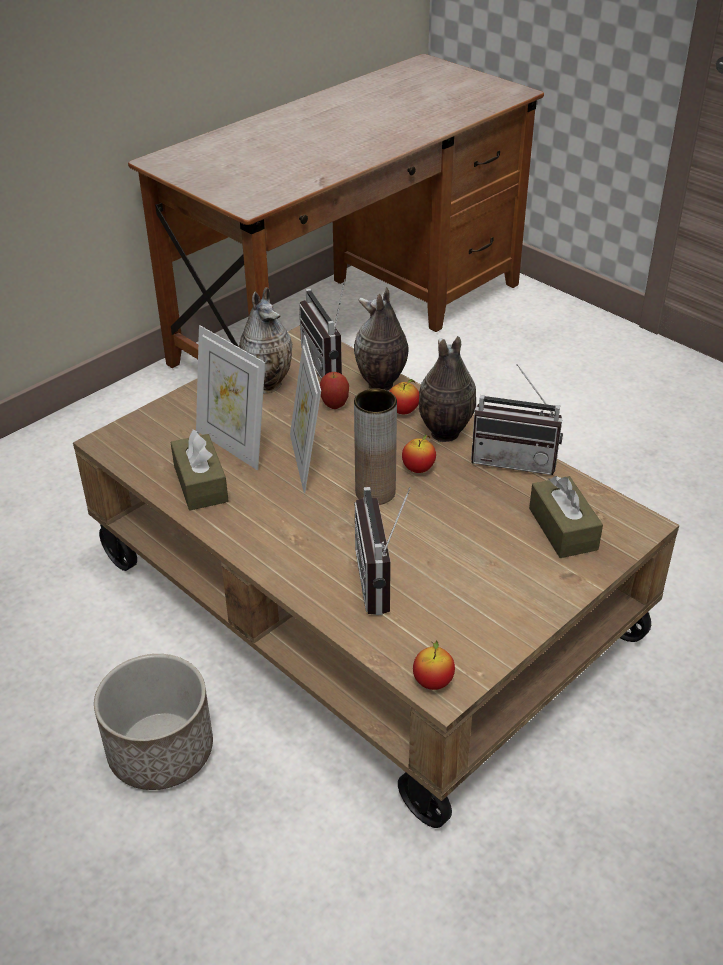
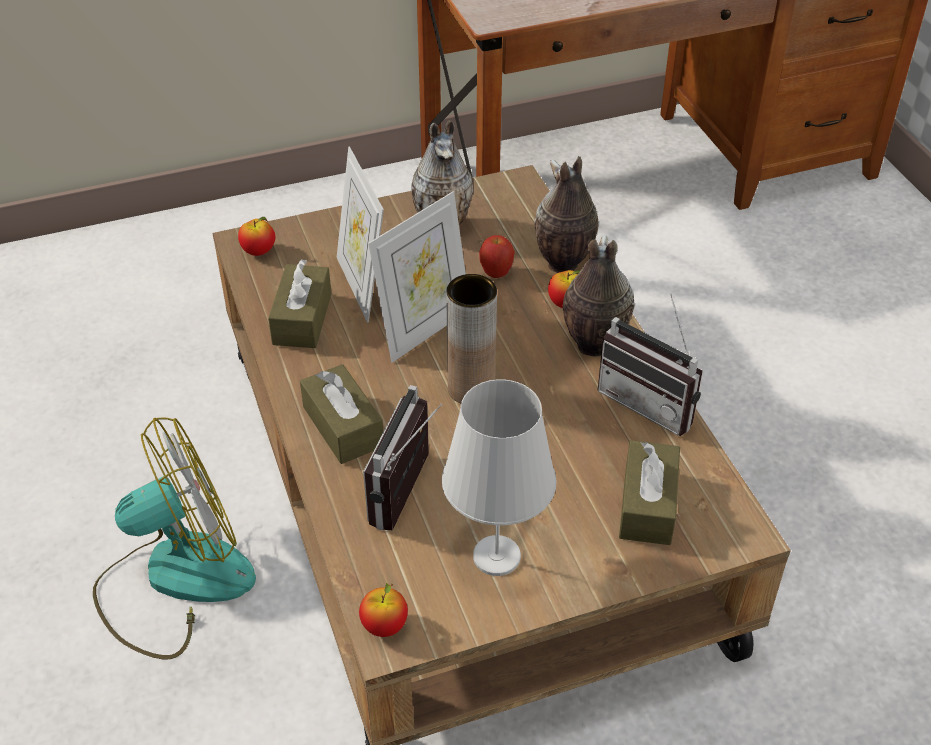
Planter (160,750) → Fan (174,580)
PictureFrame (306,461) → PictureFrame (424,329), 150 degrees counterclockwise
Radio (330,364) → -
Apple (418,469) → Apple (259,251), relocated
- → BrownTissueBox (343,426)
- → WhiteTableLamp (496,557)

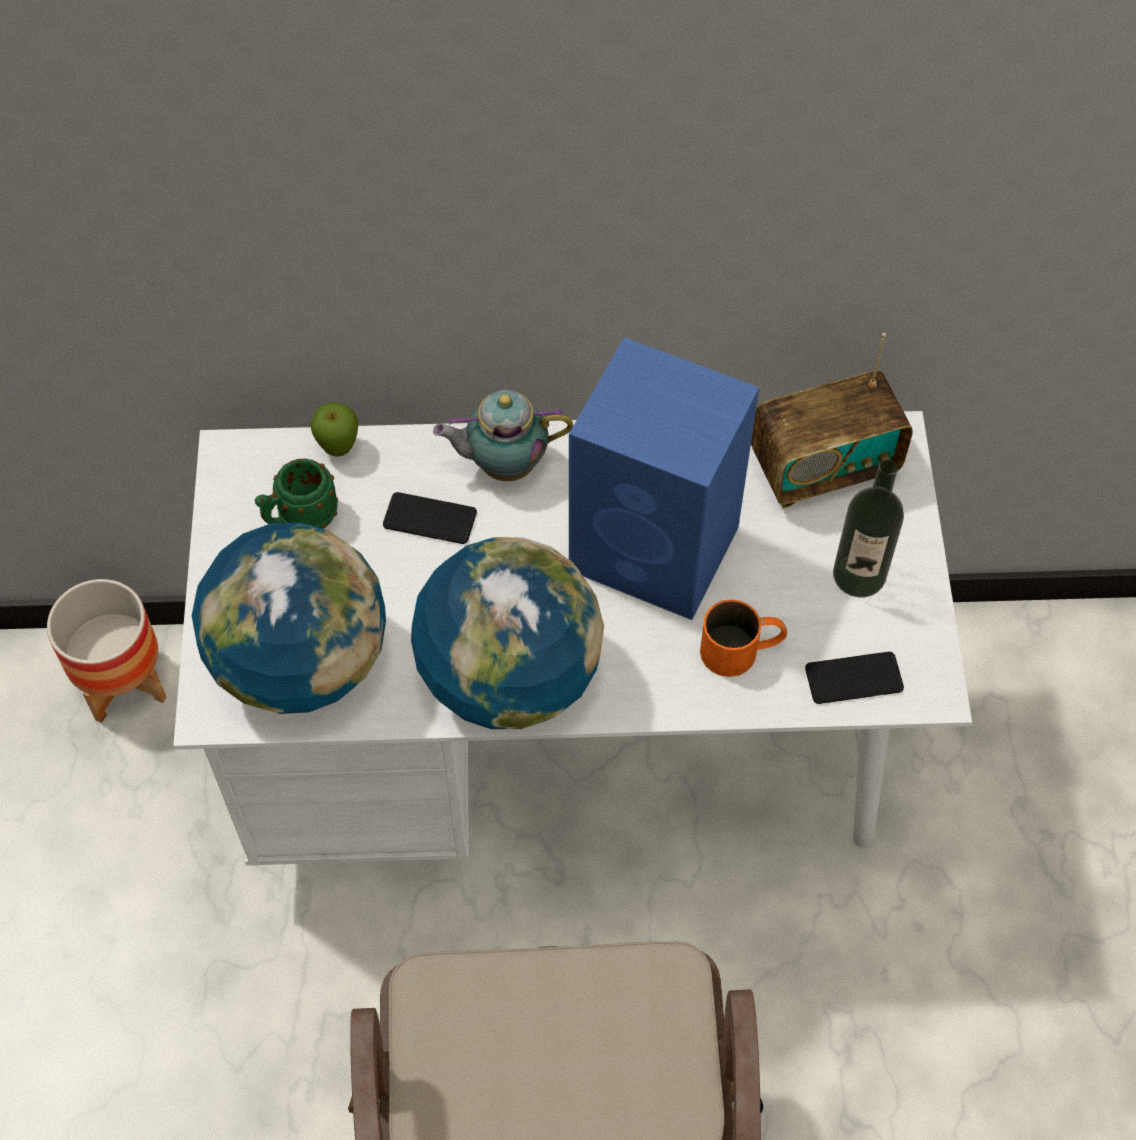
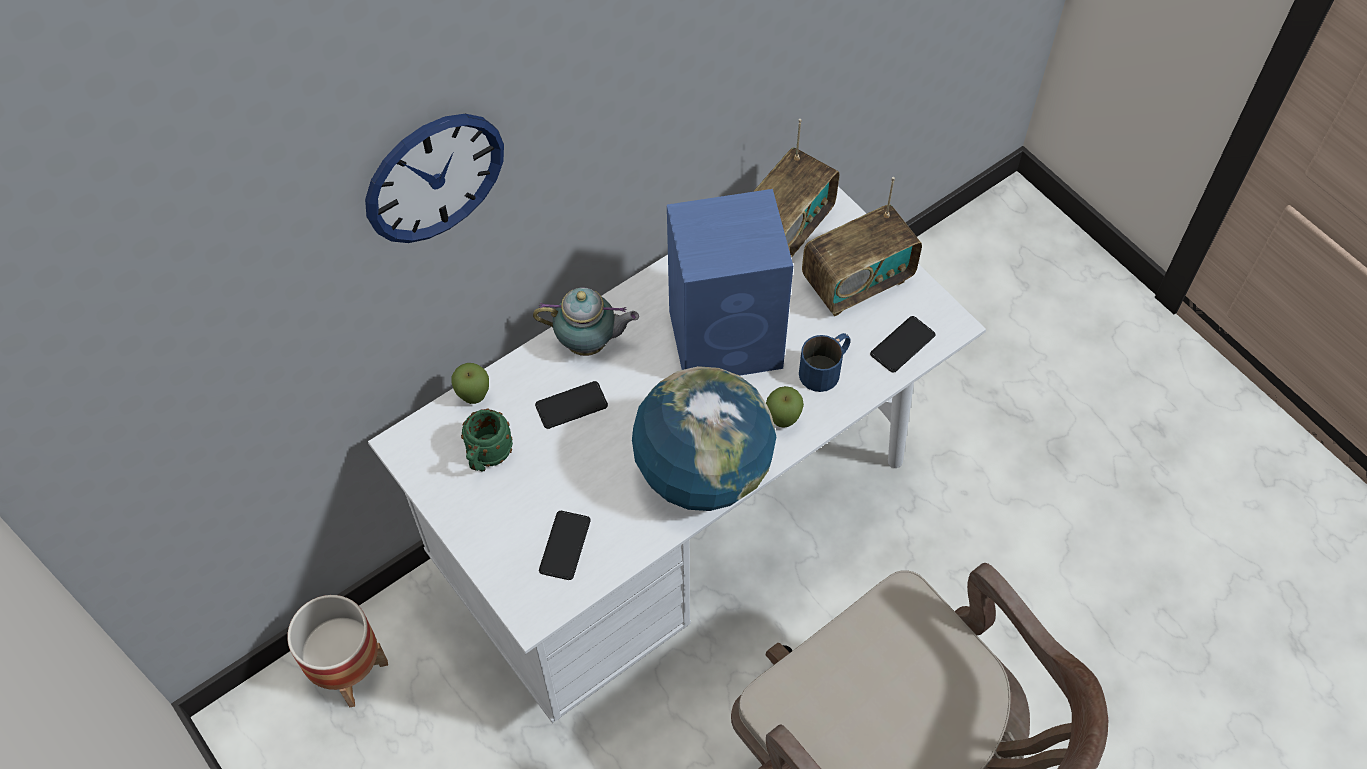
Globe (302,662) → Phone (565,545)
Teapot (503,465) → Teapot (590,343), 135 degrees counterclockwise
OrangeMug (742,649) → BlueMug (826,367)
Bottle (859,575) → Radio (857,282)
- → WallClock (434,178)
- → Apple (783,421)

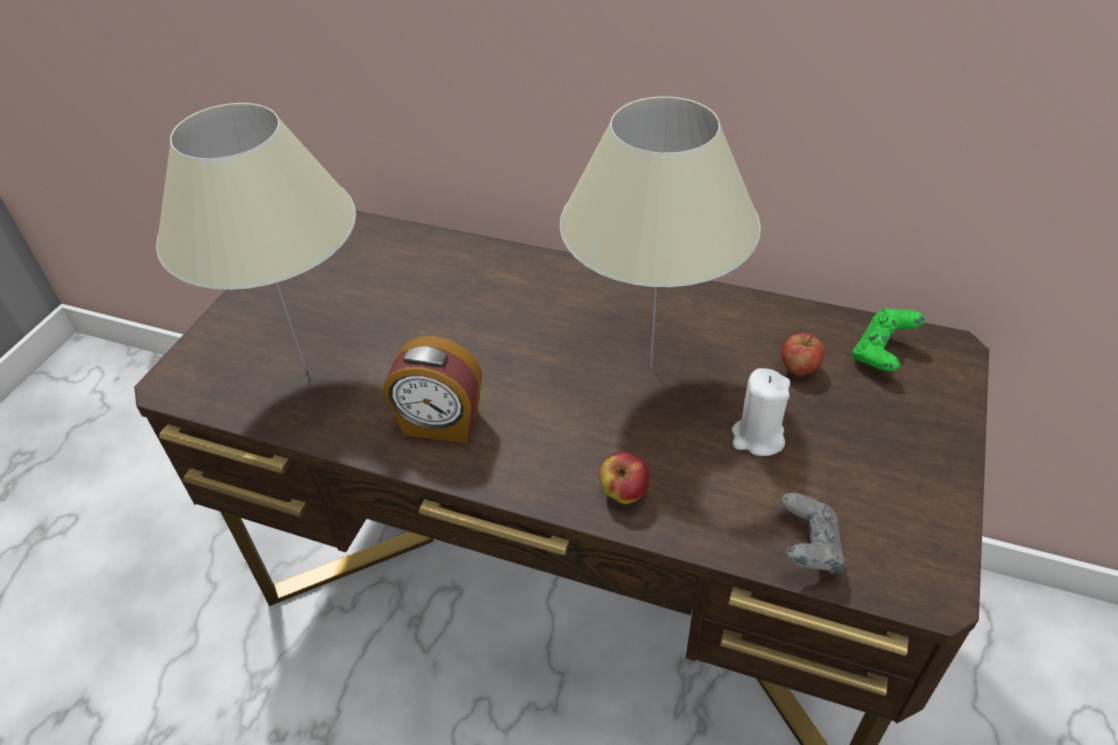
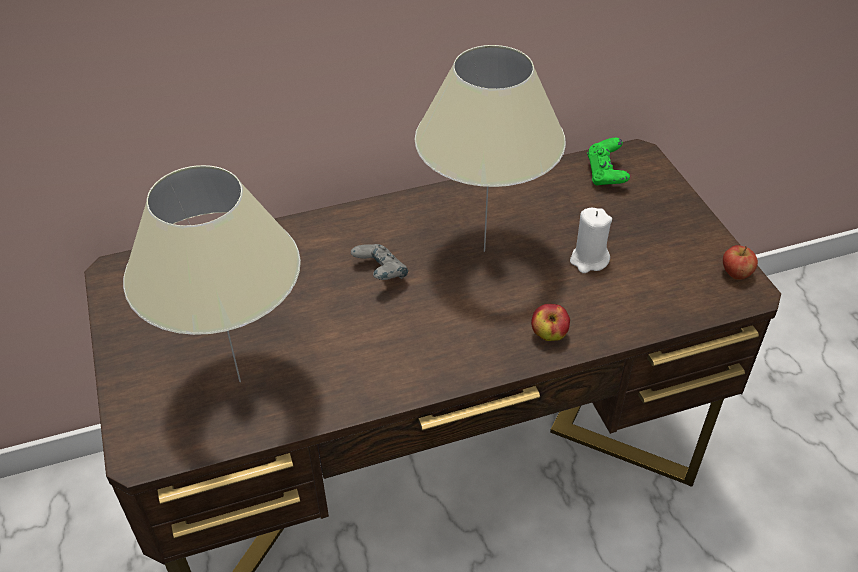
AlarmClock (440,424) → -
Apple (798,368) → Apple (735,274), relocated
GreyGameController (808,548) → GreyGameController (380,274), relocated

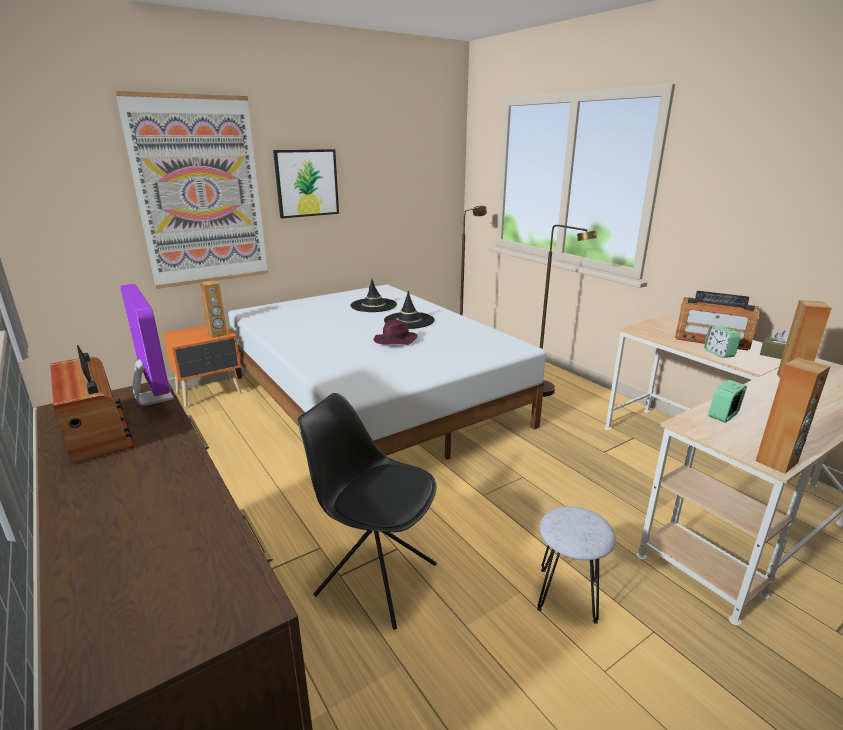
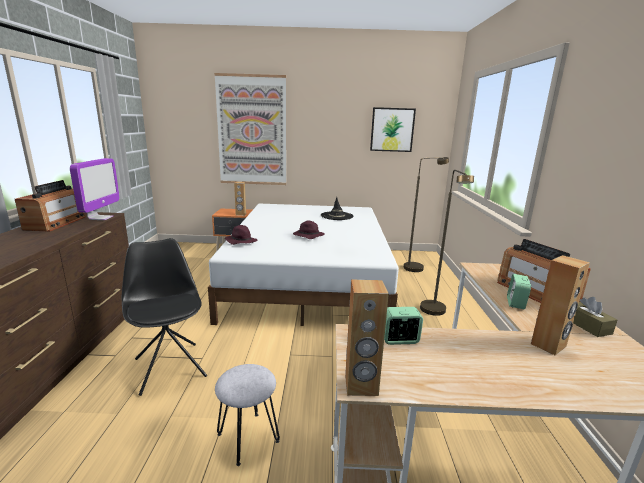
Picture (307,183) → Picture (392,130), relocated
BlackHat (409,321) → -
- → PurpleHat (241,241)

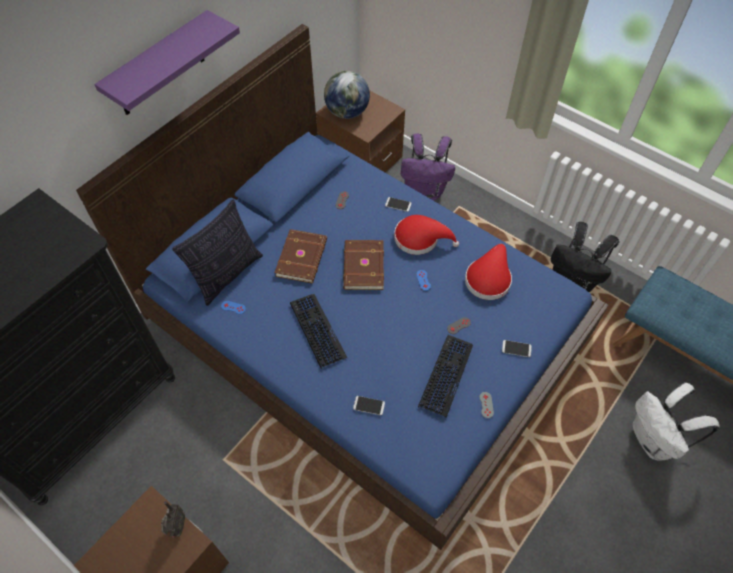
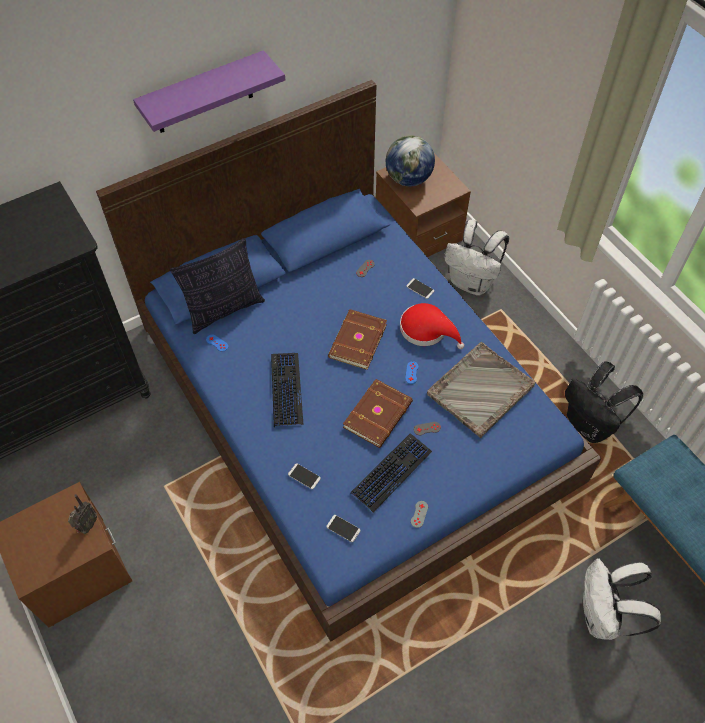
BrownBook (303,258) → BrownBook (379,415), relocated
PurpleBackpack (425,191) → WhiteBackpack (472,283)
RedHat (488,278) → GreyTray (479,390)
Phone (516,348) → Phone (343,528), relocated

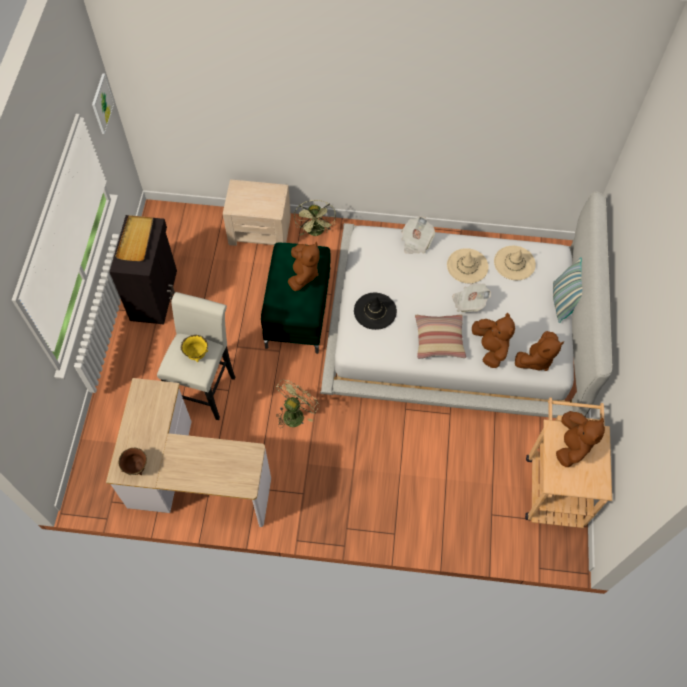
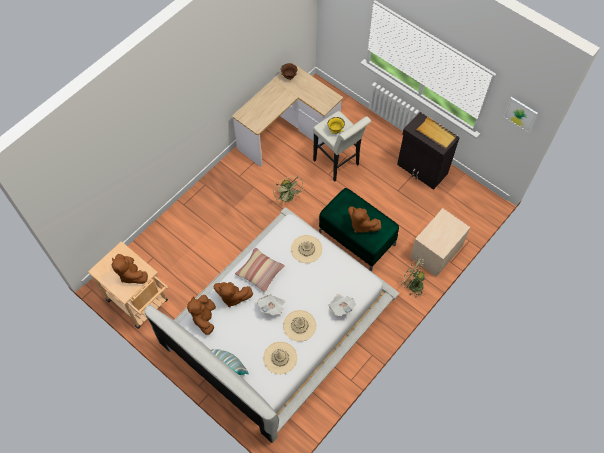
BlackHat (375,311) → BeigeHat (306,249)

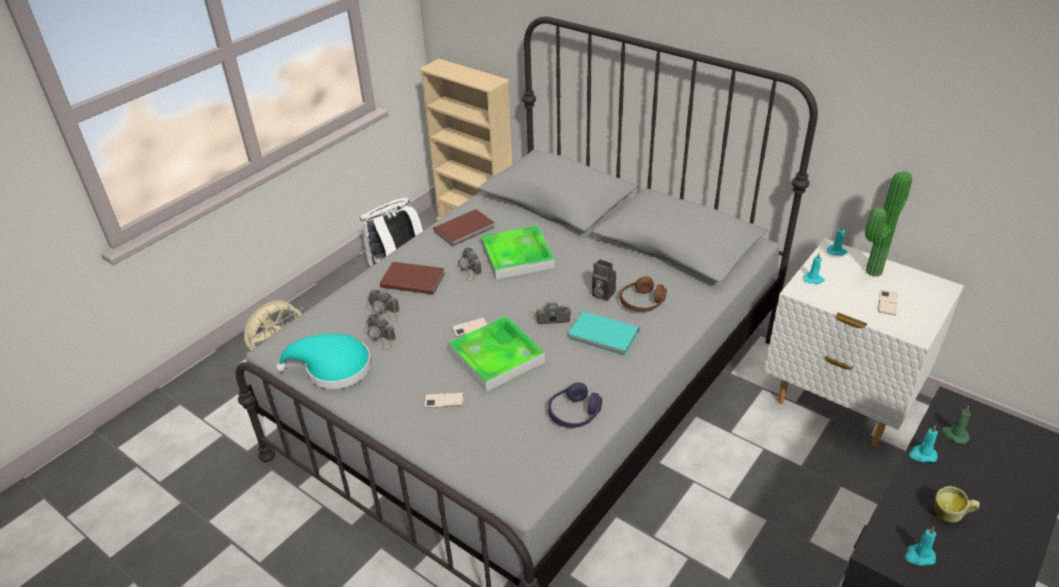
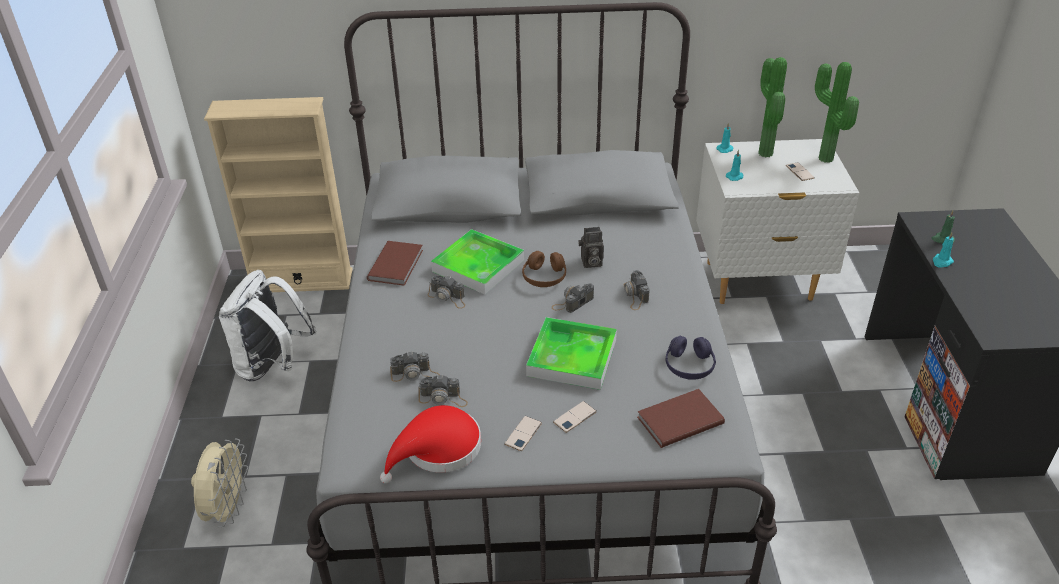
TurquoiseHat (333,369) → RedHat (437,450)
BrownBook (412,279) → BrownBook (678,420), relocated
Phone (470,327) → Phone (523,433), relocated
TurquoiseBook (603,336) → PhotoCamera (635,295)
BrownHeadphones (642,302) → BrownHeadphones (544,277), relocated
TurquoiseCandle (919,556) → -
Mug (950,516) → -
- → PottedPlant (823,159)

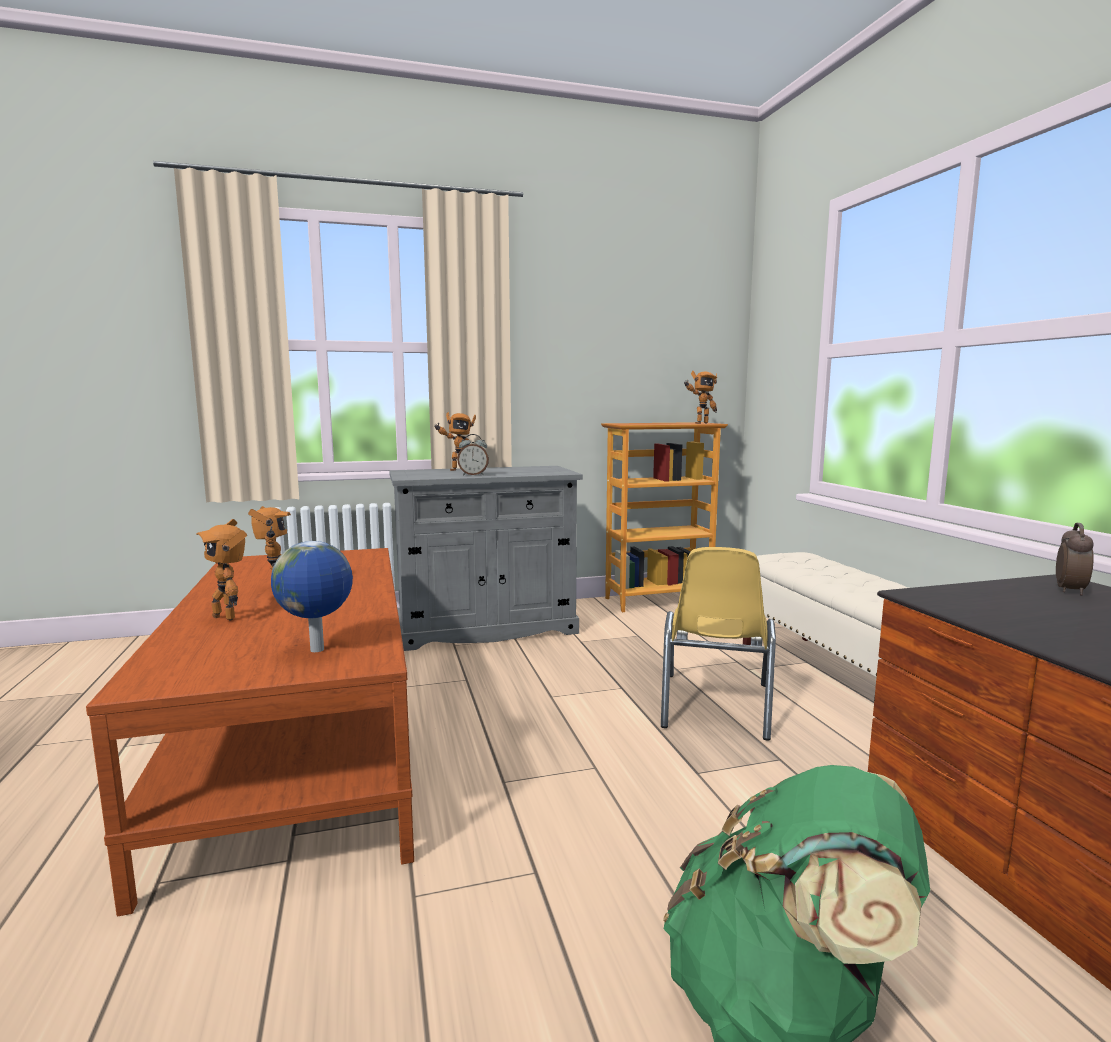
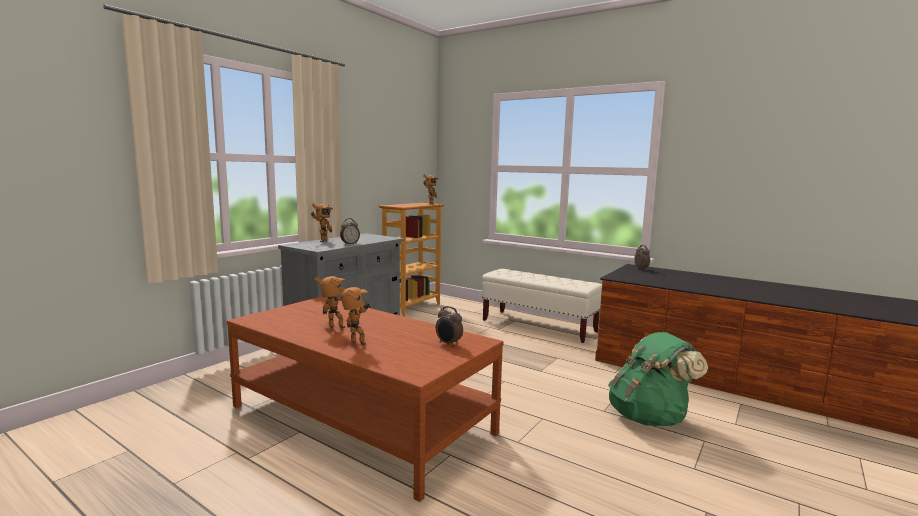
ToyRobot (227,616) → ToyRobot (356,343), 135 degrees counterclockwise
Globe (318,650) → AlarmClock (448,344)
YellowChair (714,705) → -

